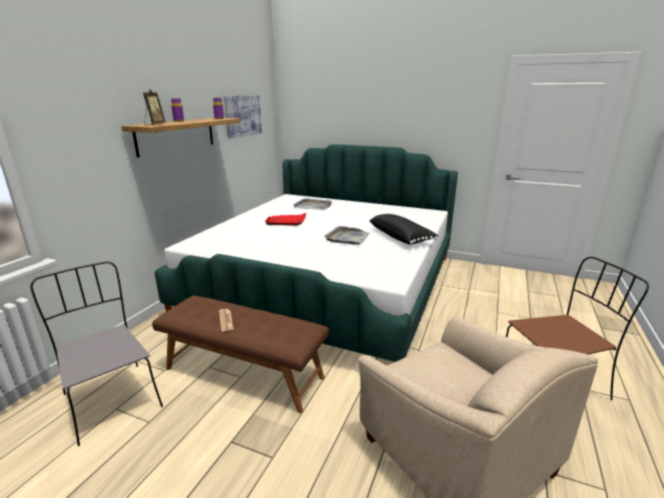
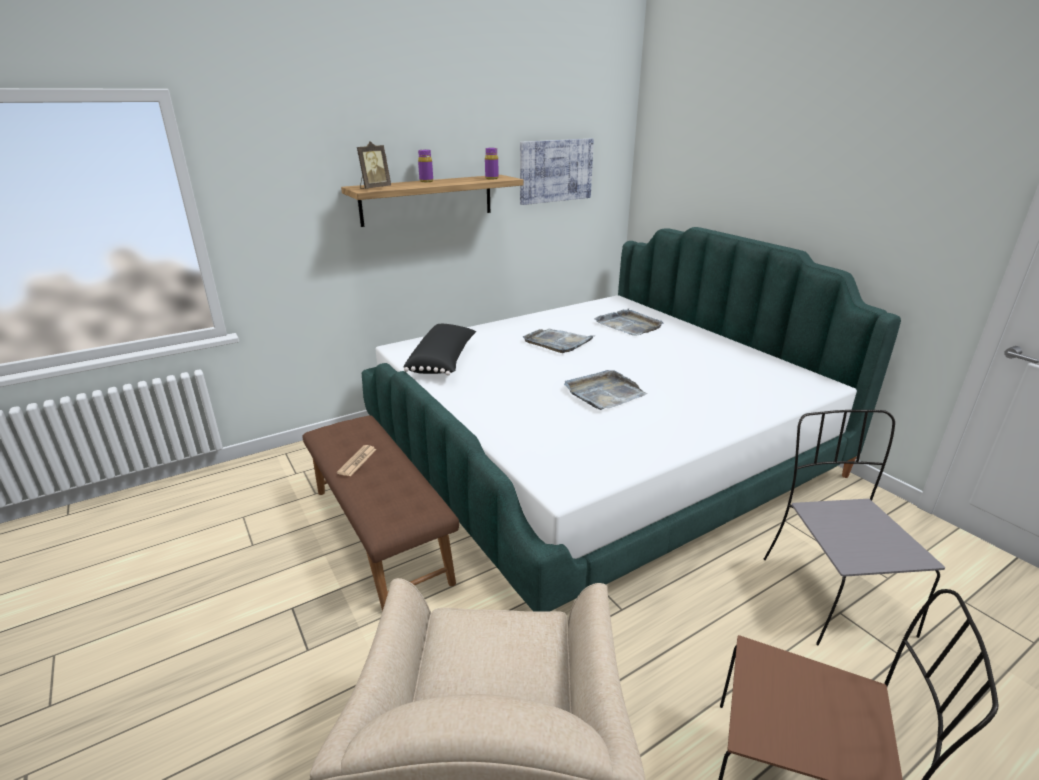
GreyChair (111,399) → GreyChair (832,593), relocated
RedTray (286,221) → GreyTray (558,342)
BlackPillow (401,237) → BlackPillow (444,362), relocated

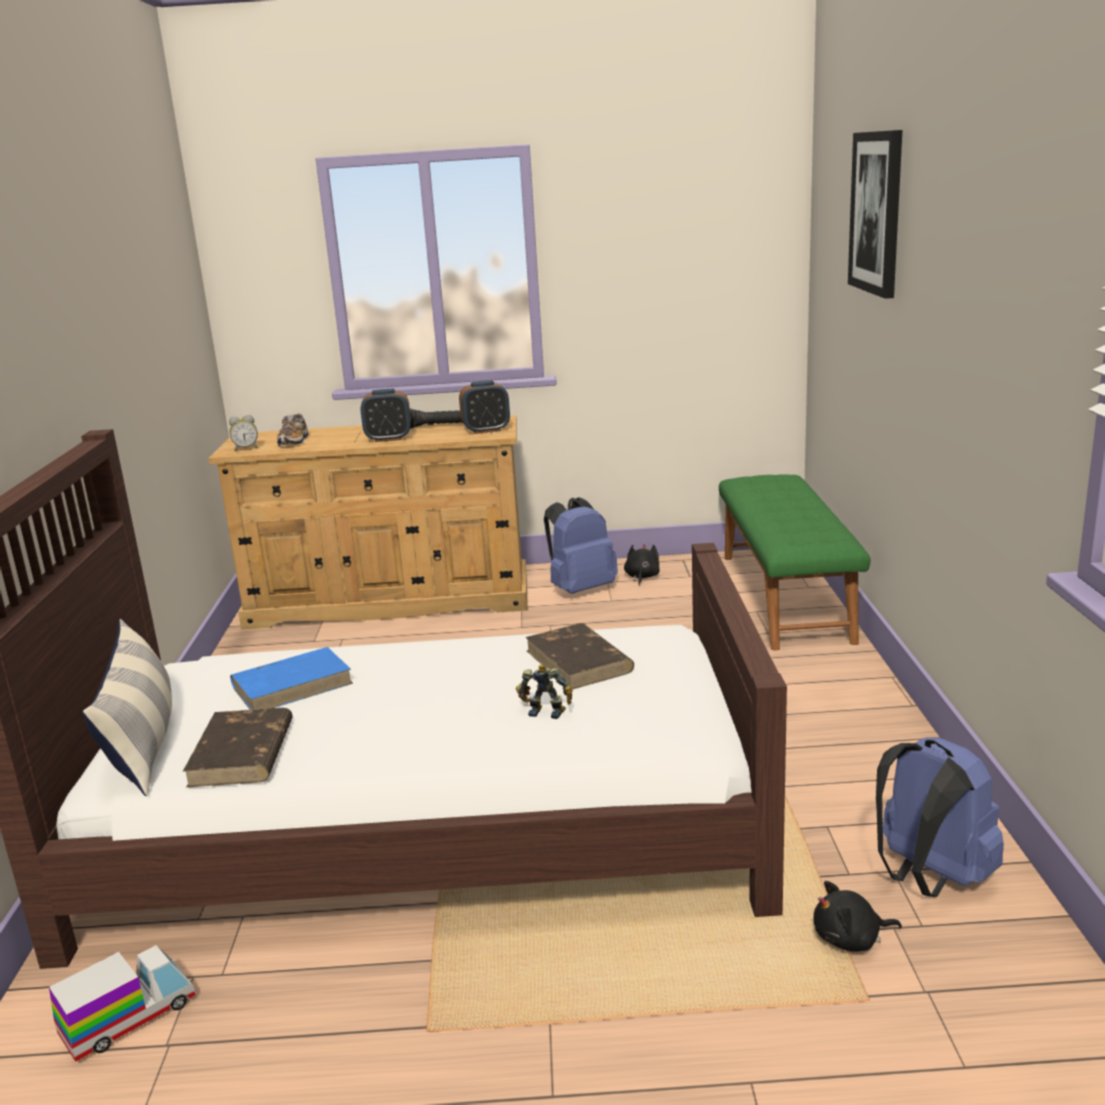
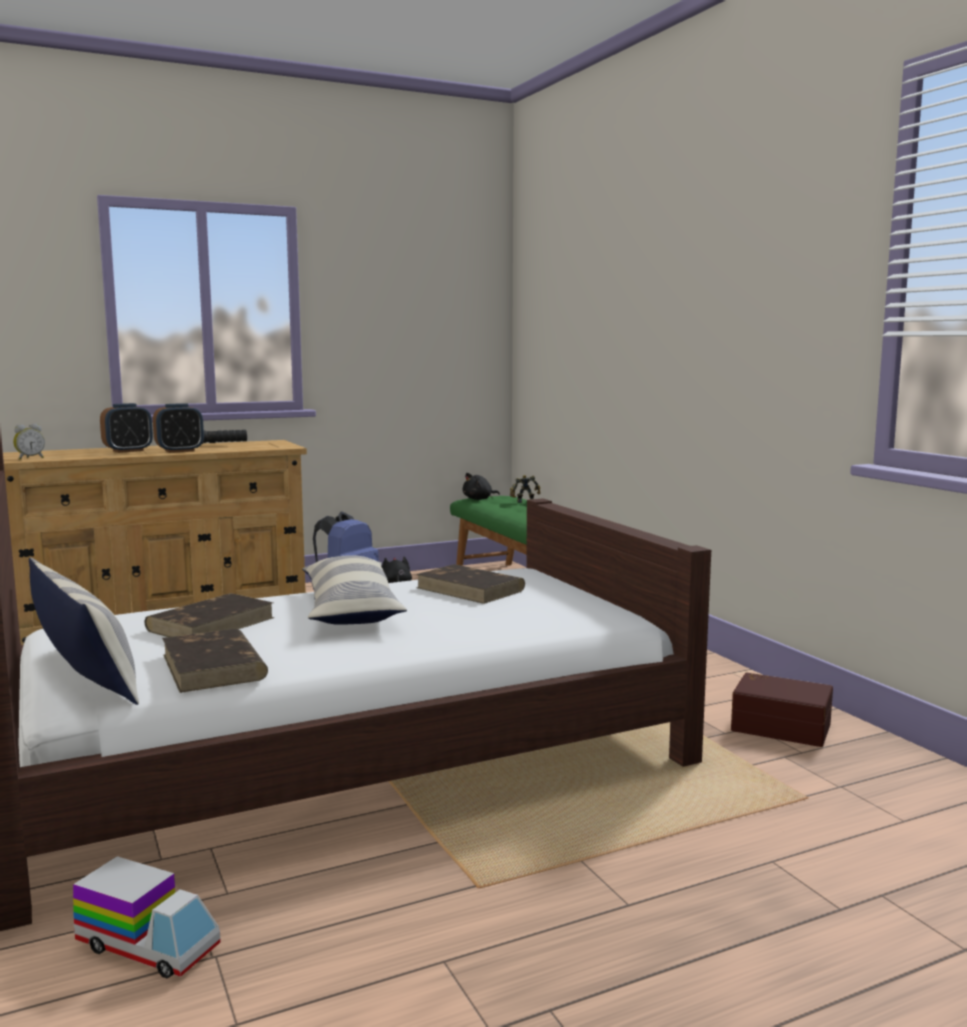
ToyTruck (129,1018) → ToyTruck (148,946), 90 degrees clockwise
BlueBook (293,684) → BrownBook (212,624)
Shoe (294,442) → -
AlarmClock (486,430) → AlarmClock (128,451), relocated
ToyRobot (546,711) → ToyRobot (524,501), relocated
BlackPlushToy (850,939) → BlackPlushToy (479,499), relocated
Picture (877,212) → -
BlueBackpack (929,877) → BrownStorageBox (781,726)
- → Pillow (350,609)

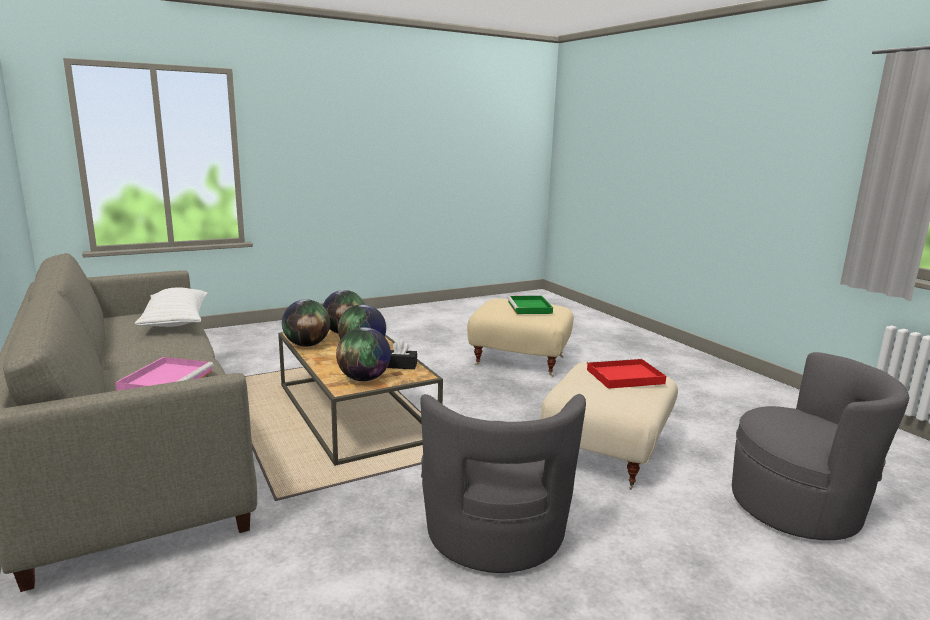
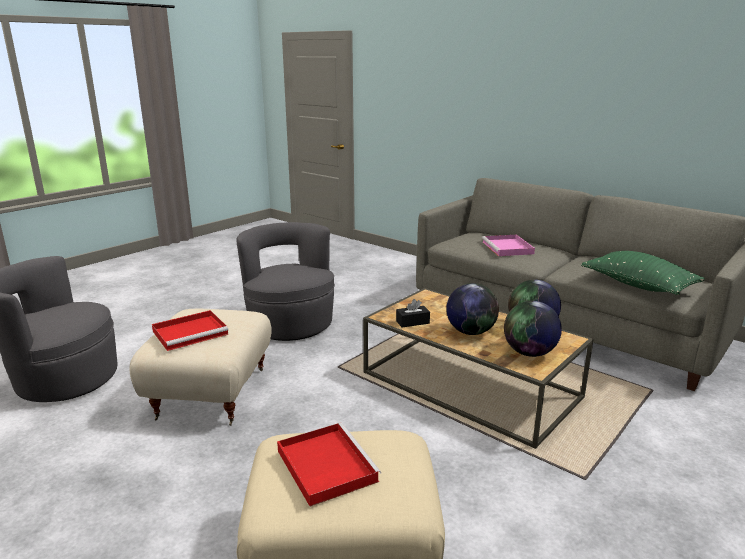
WhitePillow (175,322) → GreenPillow (638,285)
Globe (364,379) → -
GreenTray (530,307) → RedTray (325,465)

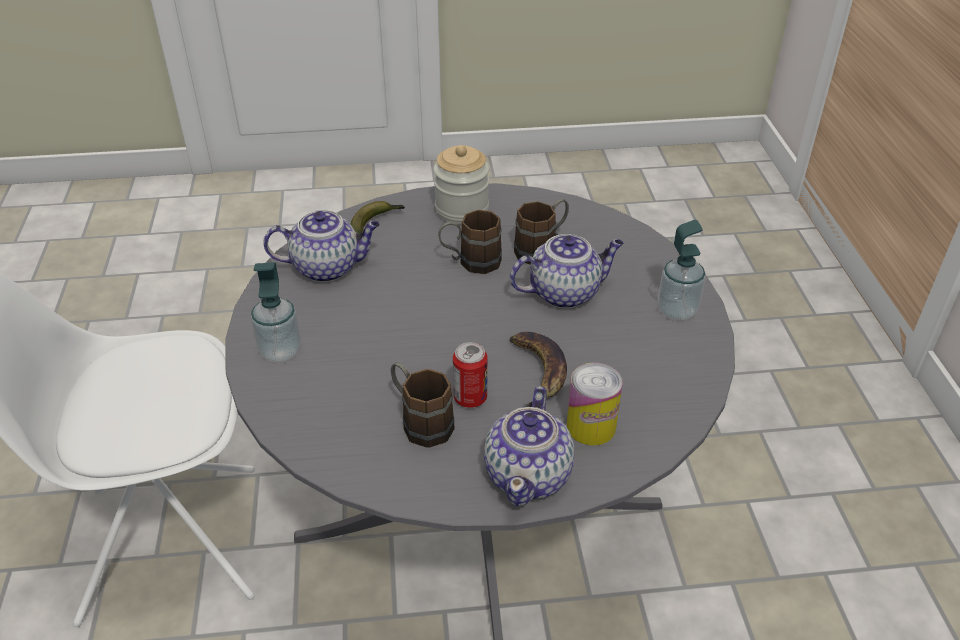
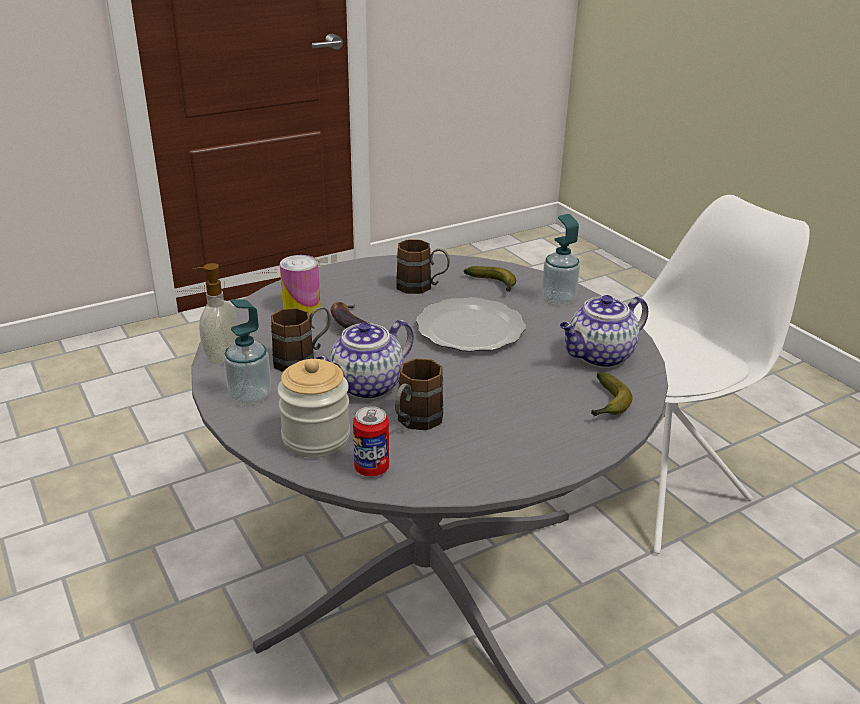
Jar (462,210) → Jar (316,438), relocated
BrownMug (470,262) → BrownMug (303,359), relocated
Can (470,398) → Can (371,468), relocated
Teapot (529,475) → -
- → SoapDispenser (220,356)
- → Plate (468,329)
- → Banana (494,285)

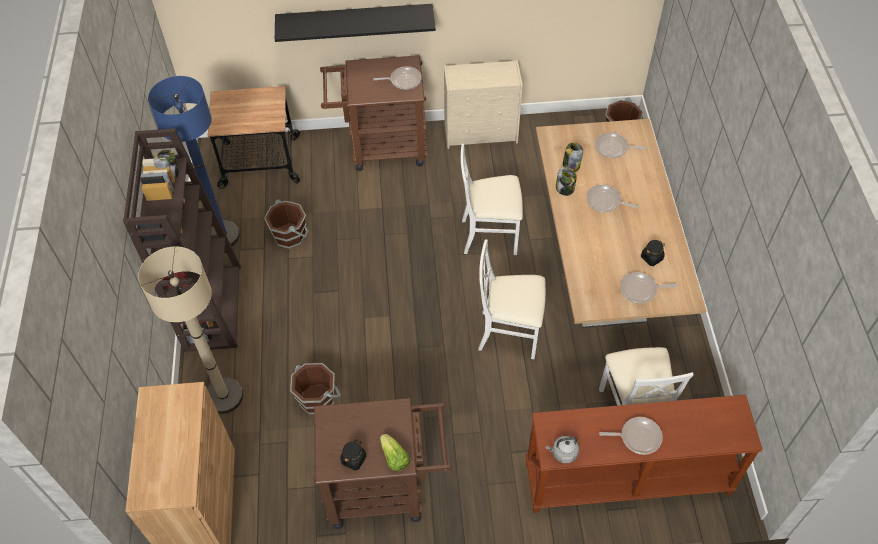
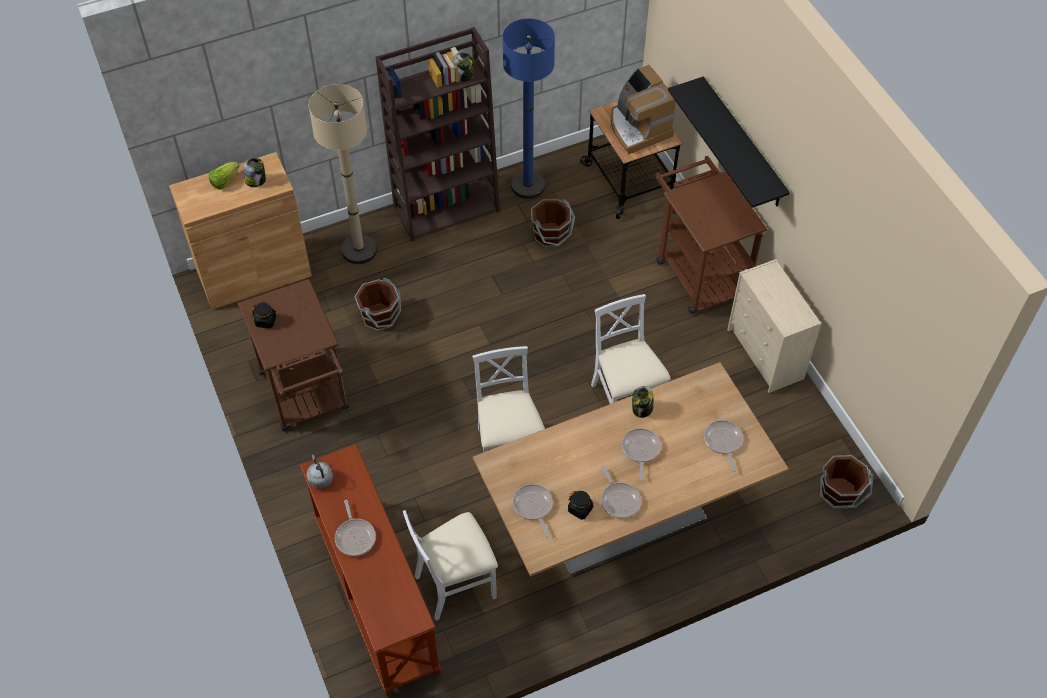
FryingPan (403,80) → FryingPan (619,500), relocated
Lettuce (394,458) → Lettuce (224,181), relocated
Jar (571,165) → Jar (256,180), relocated
- → CoffeeMachine (637,128)

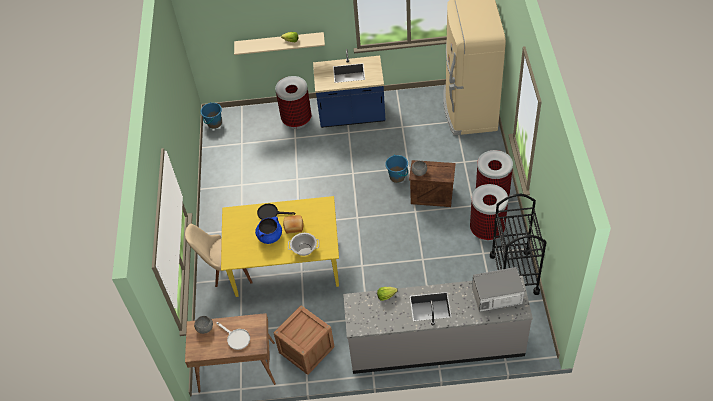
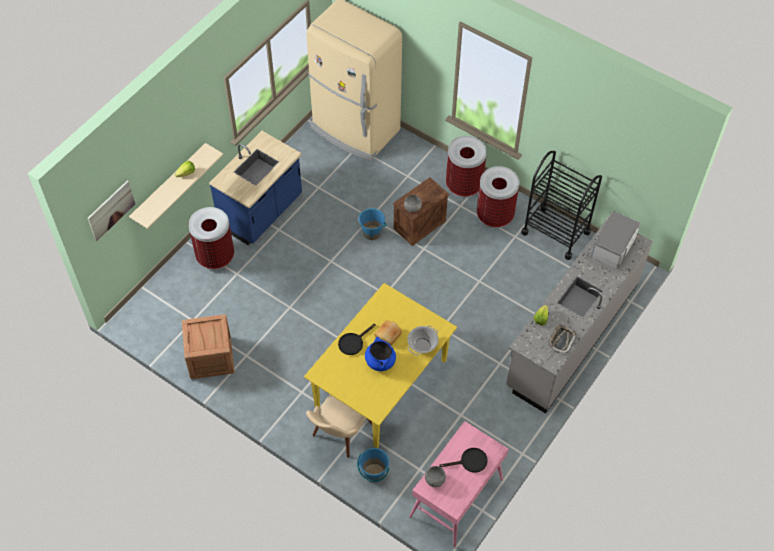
BrownDesk (236,367) → PinkDesk (456,499)
BlueBucket (214,123) → BlueBucket (374,473), relocated
WhiteFryingPan (236,338) → BlackFryingPan (470,462)
Crate (306,349) → Crate (210,357), relocated
- → Picture (111,210)
- → Tray (561,340)

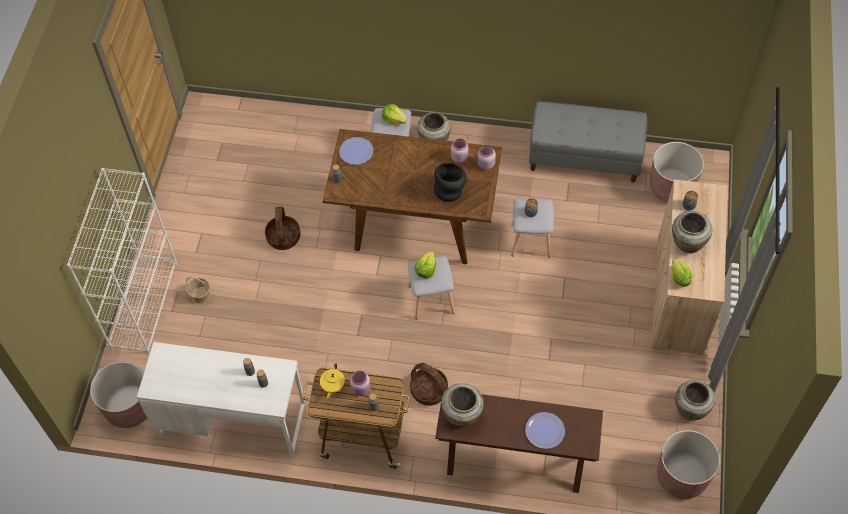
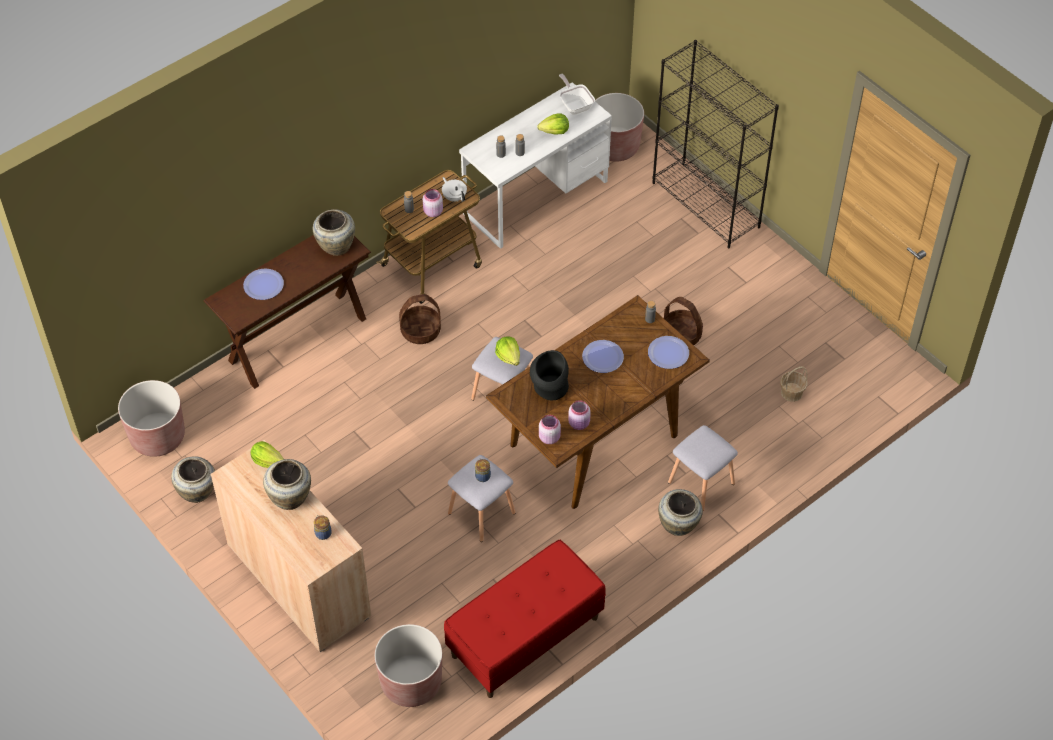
WhiteBookcase (144,305) → BlackBookcase (706,205)
Basket (201,295) → Basket (791,392), relocated
YellowTeapot (332,386) → WhiteTeapot (454,197)
Lettuce (394,119) → Lettuce (554,131), relocated
GreyBench (584,158) → RedBench (525,637)
- → FryingPan (575,105)
- → Plate (602,357)

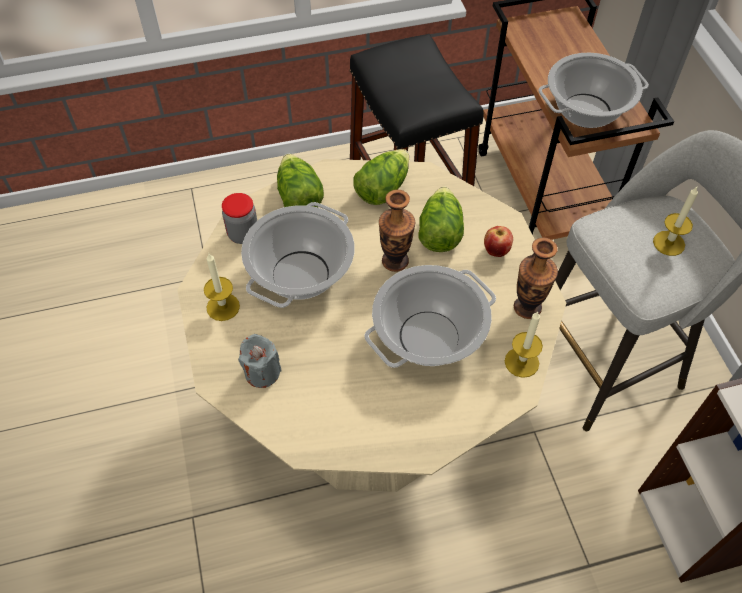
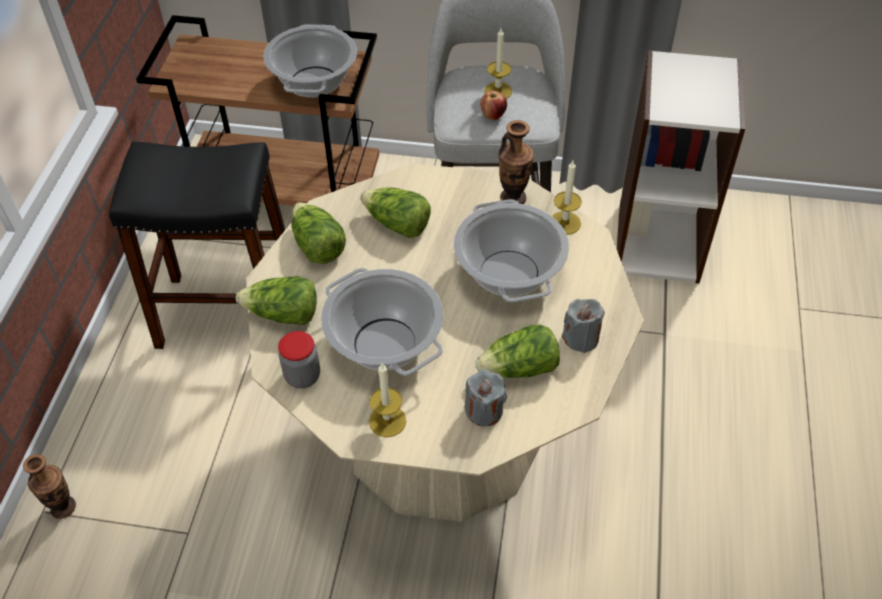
Vase (395,261) → Vase (63,507), relocated
Apple (496,251) → Apple (493,115), relocated
- → Lettuce (520,369)
- → GreyCandle (581,338)

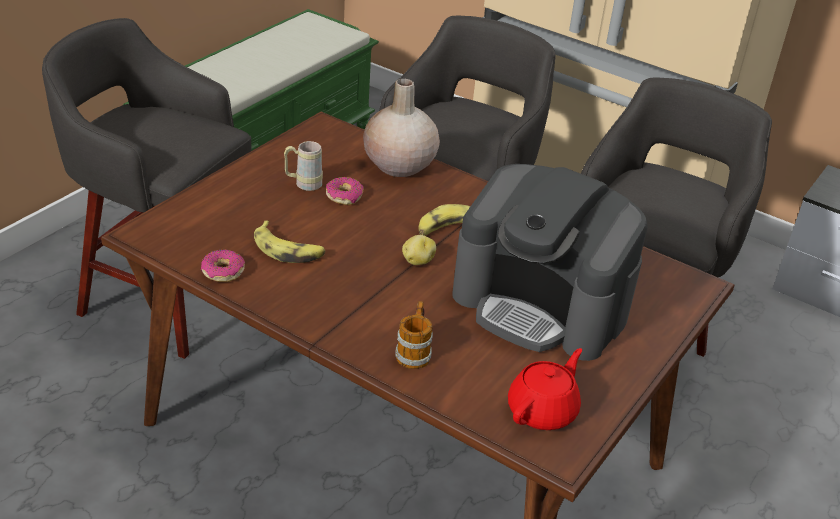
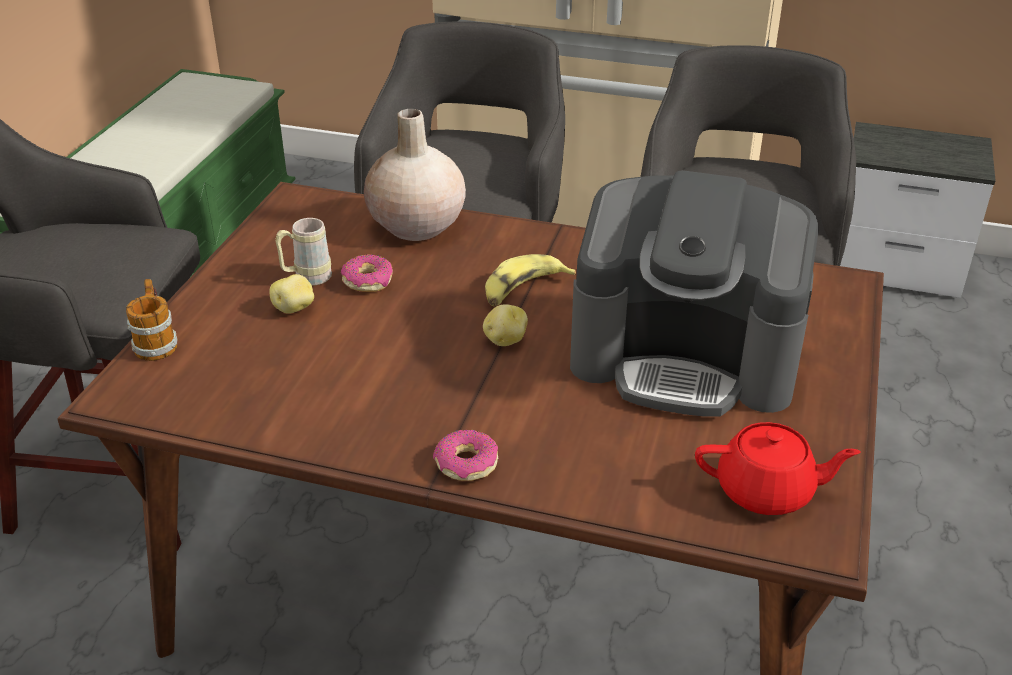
Donut (222,272) → Donut (466,464), relocated
Banana (288,250) → -
Mug (414,352) → Mug (156,342), relocated
RedTeapot (543,411) → RedTeapot (767,491), 75 degrees clockwise
- → Potato (294,308)

